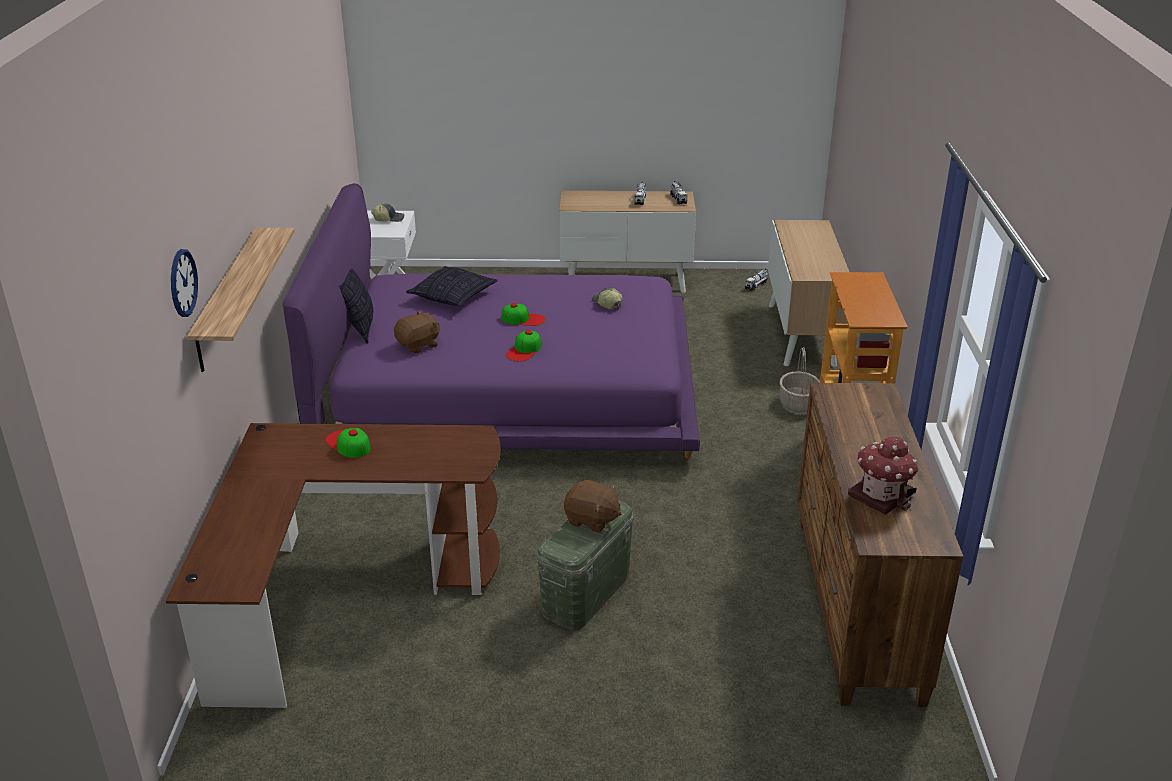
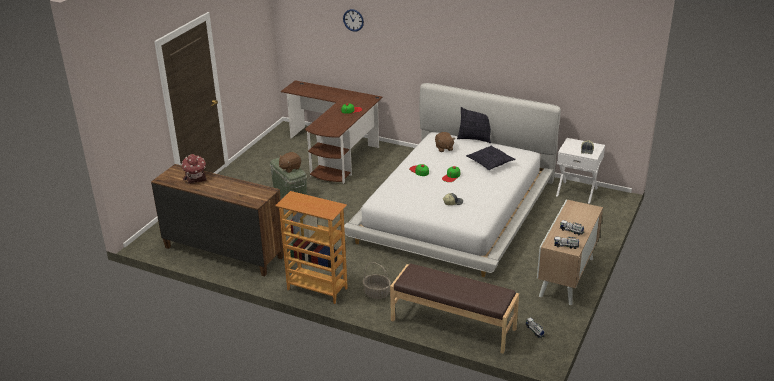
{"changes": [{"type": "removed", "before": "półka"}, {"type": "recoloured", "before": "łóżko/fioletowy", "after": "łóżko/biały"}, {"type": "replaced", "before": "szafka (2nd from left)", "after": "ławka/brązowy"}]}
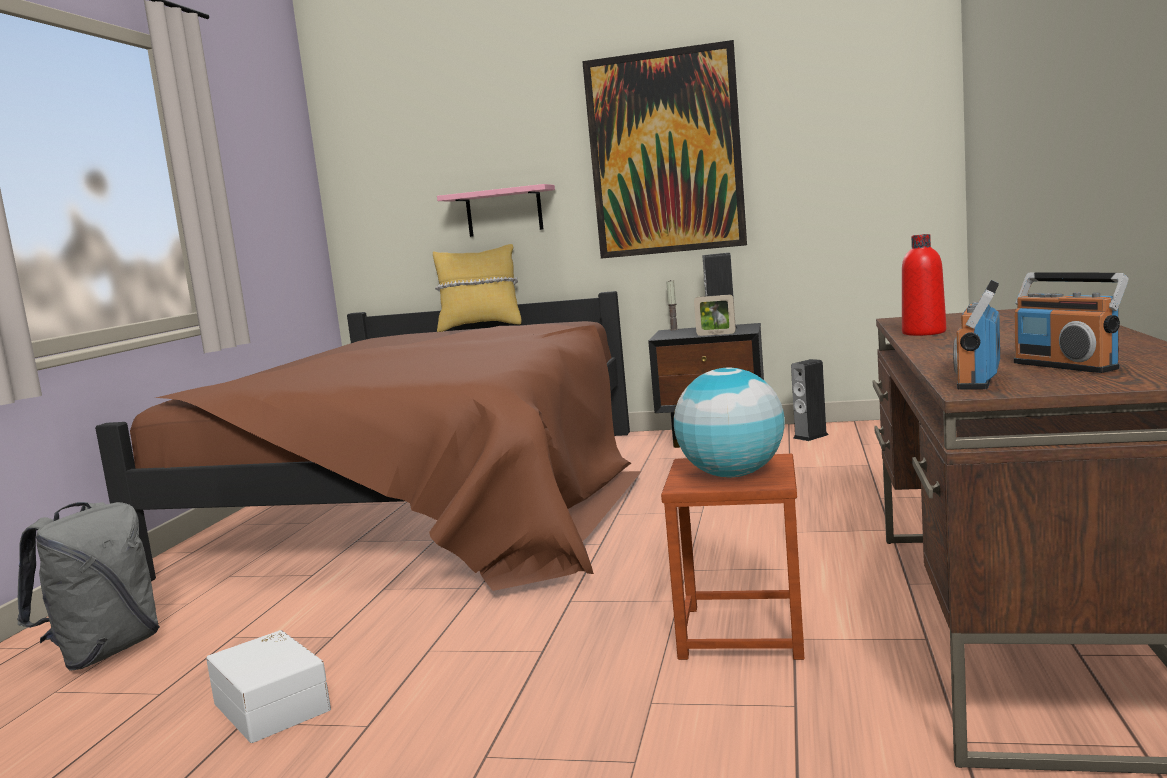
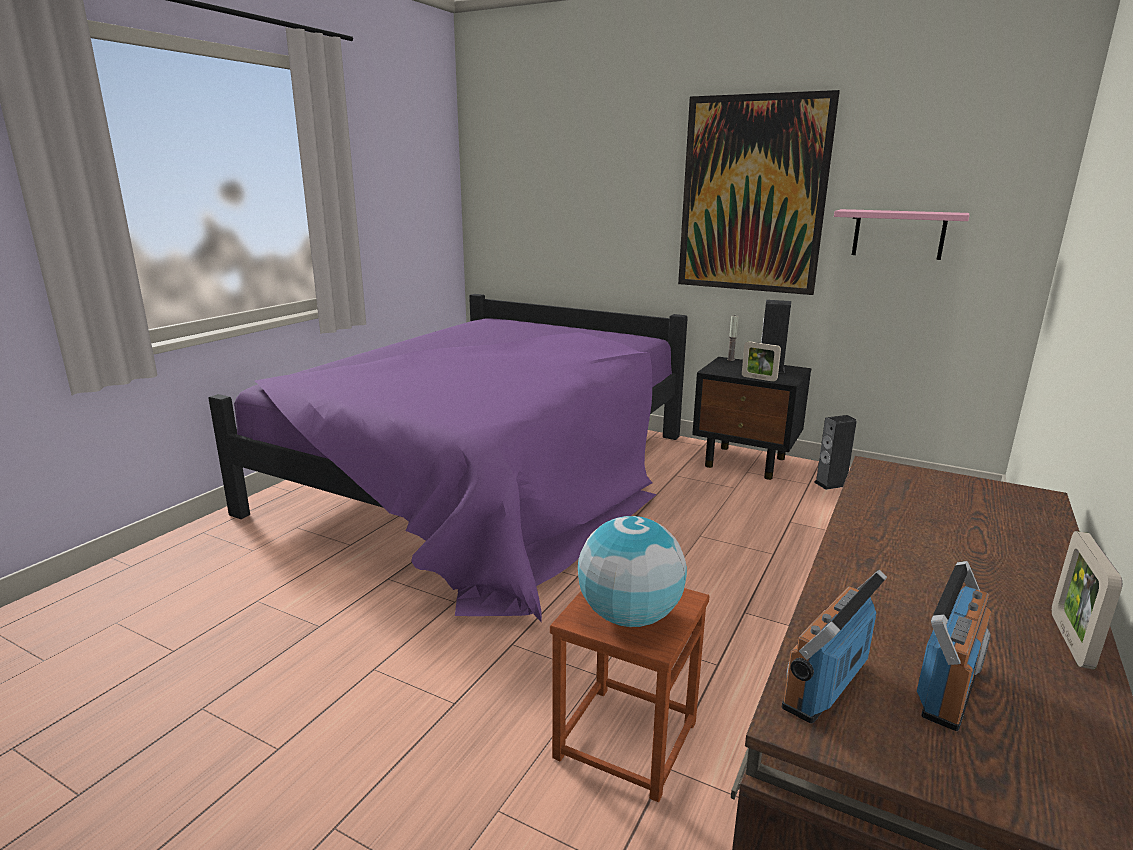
{"changes": [{"type": "removed", "before": "plecak/szary"}, {"type": "recoloured", "before": "łóżko/brązowy", "after": "łóżko/fioletowy"}, {"type": "removed", "before": "pojemnik do przechowywania/biały"}, {"type": "removed", "before": "poduszka/żółty"}, {"type": "moved", "before": "półka/różowy"}, {"type": "removed", "before": "butelka/czerwony"}, {"type": "turned", "before": "radio (2nd from left)", "turn": -135}, {"type": "added", "after": "ramka na zdjęcie (2nd from left)"}]}
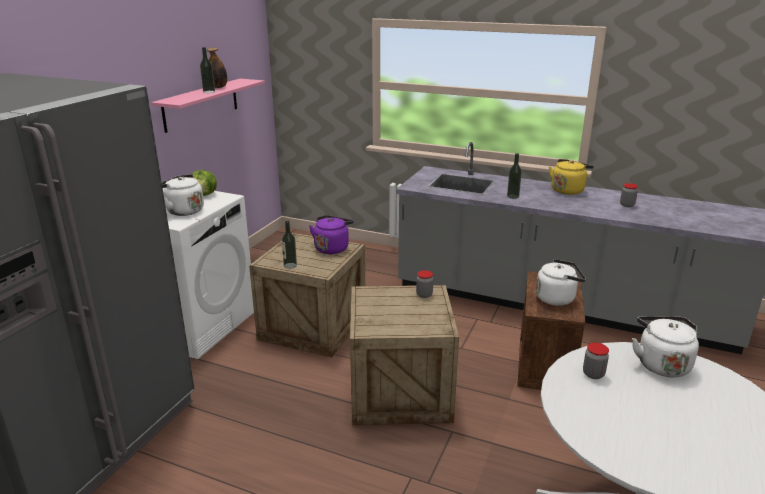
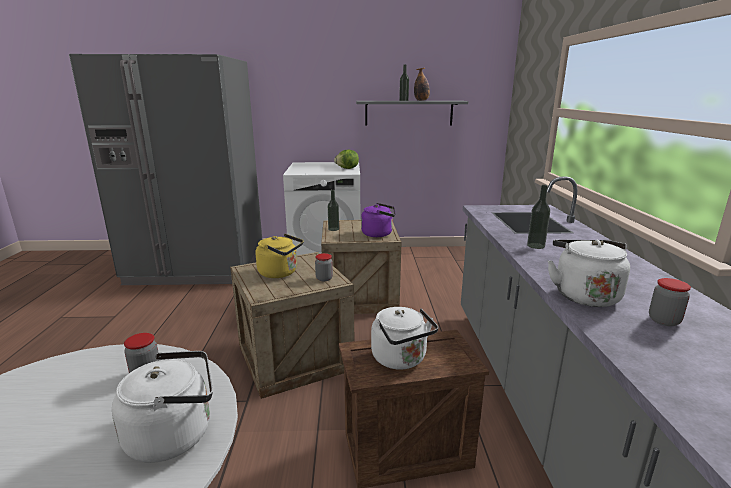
{"changes": [{"type": "recoloured", "before": "półka/różowy", "after": "półka/szary"}, {"type": "moved", "before": "czajnik/biały (1st from left in the first image)", "after": "czajnik/biały (3rd from left)"}, {"type": "moved", "before": "czajnik/żółty"}]}
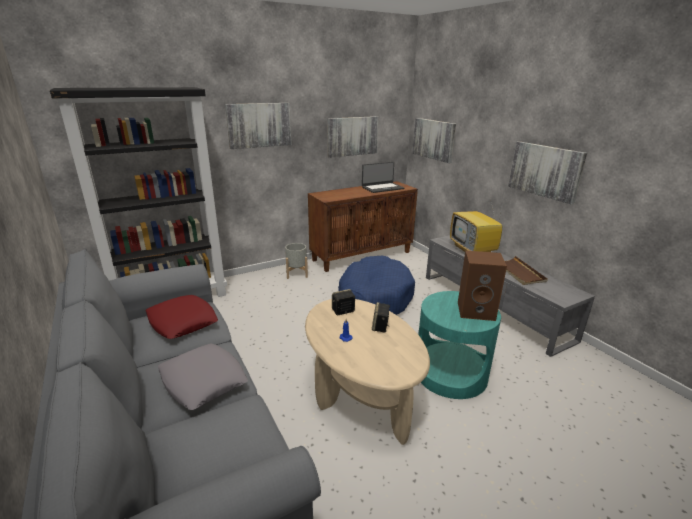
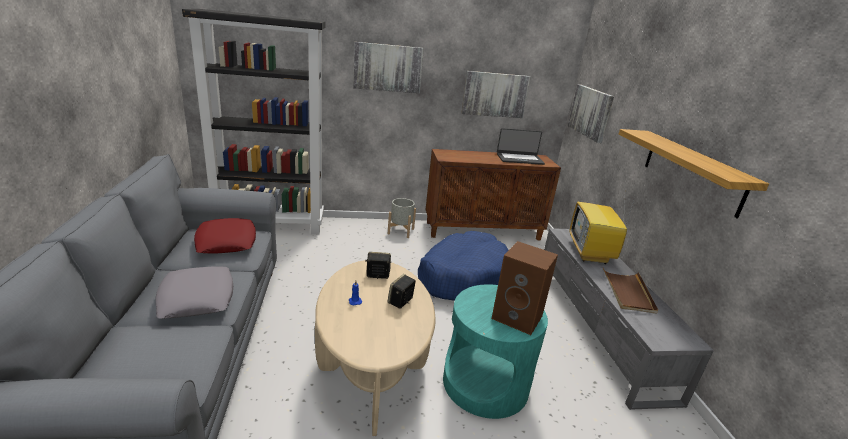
{"changes": [{"type": "replaced", "before": "obraz (4th from left)", "after": "półka"}]}
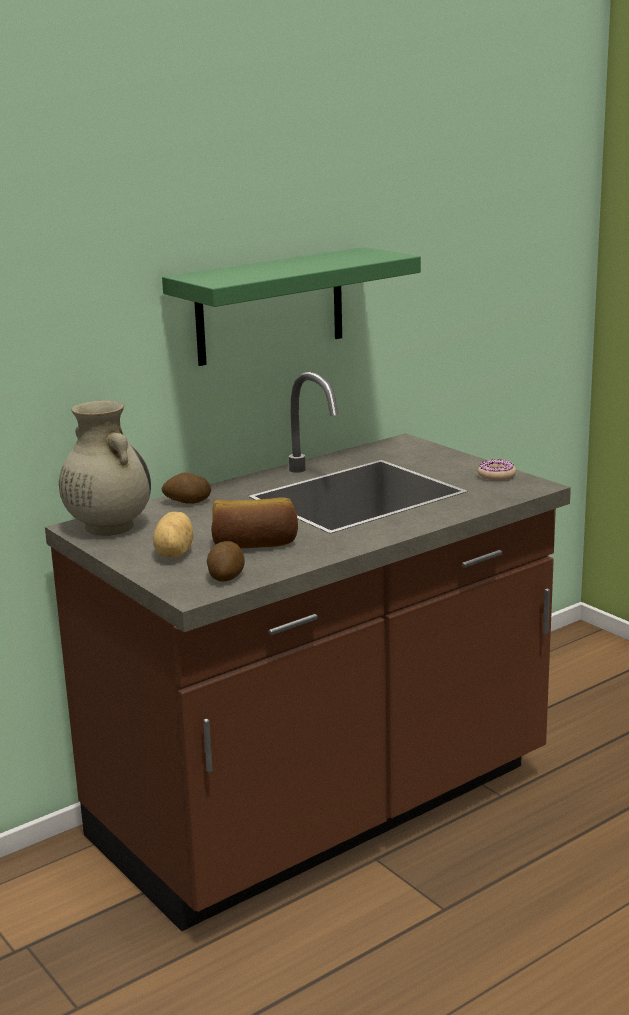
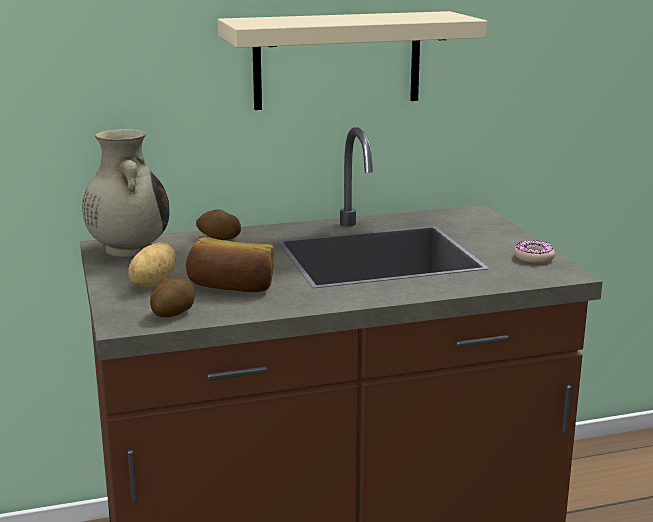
{"changes": [{"type": "recoloured", "before": "półka/zielony", "after": "półka/beżowy"}]}
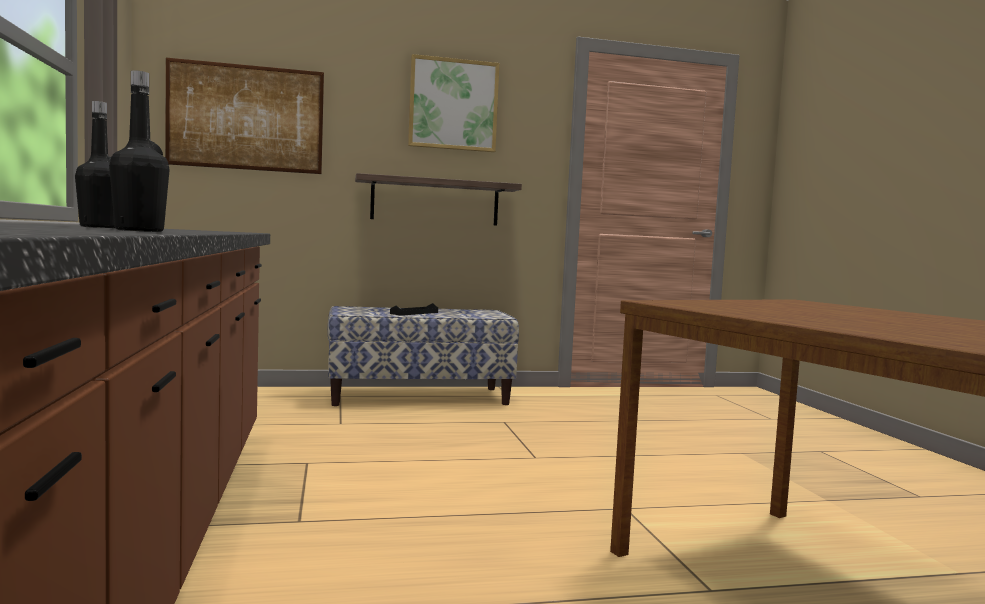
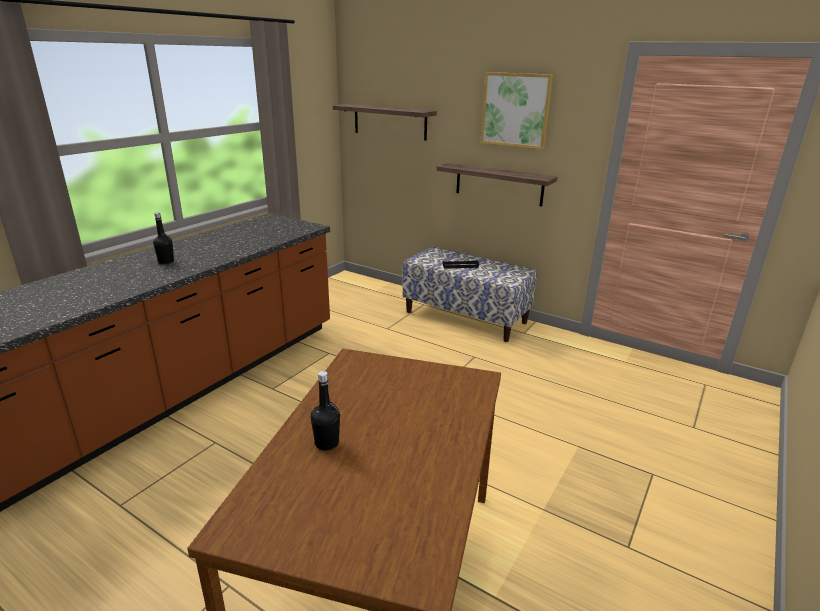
{"changes": [{"type": "moved", "before": "butelka/czarny (2nd from left)"}, {"type": "replaced", "before": "obraz (1st from left)", "after": "półka (1st from left)"}]}
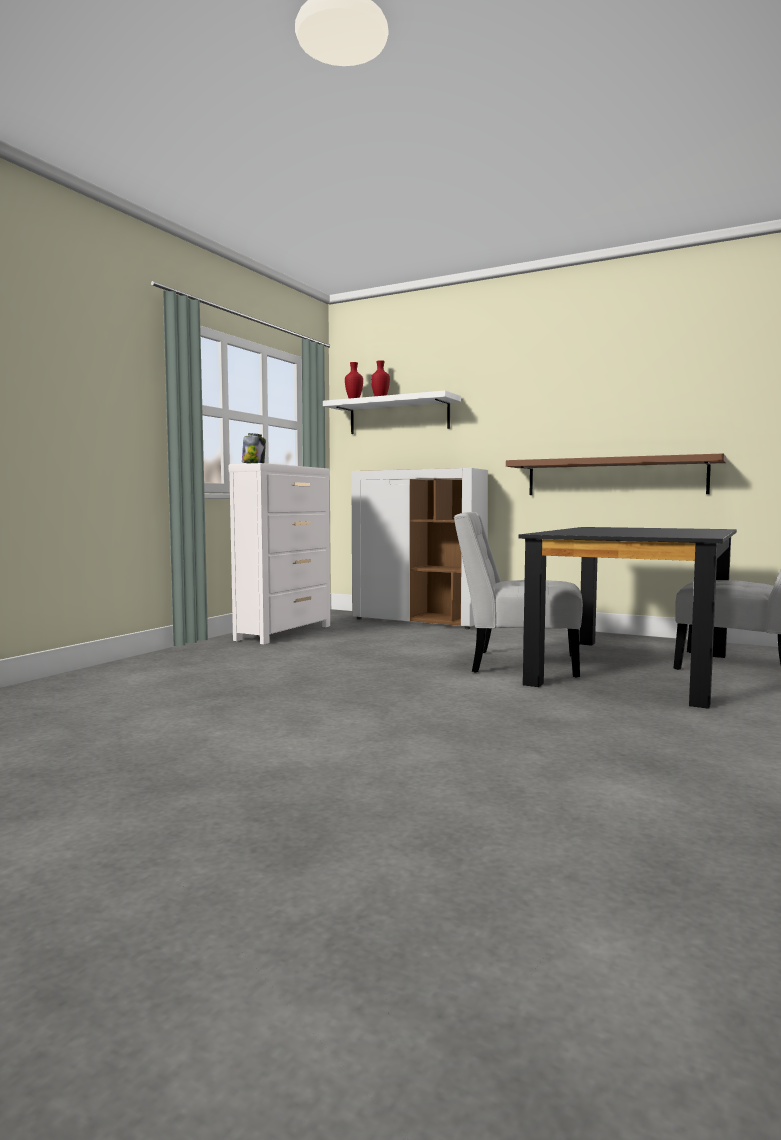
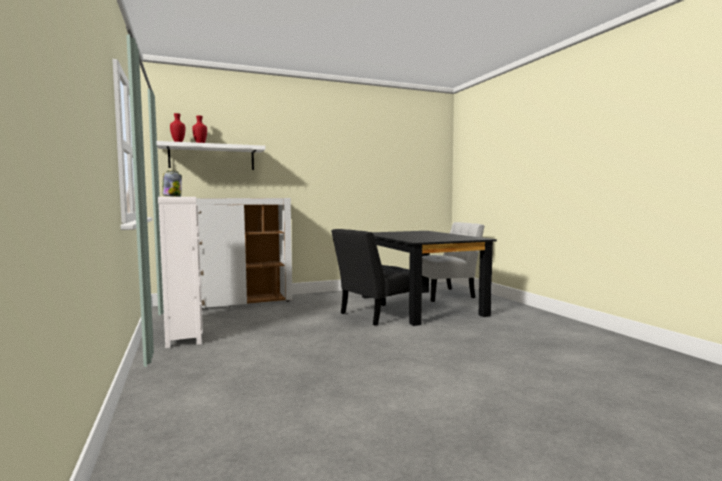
{"changes": [{"type": "recoloured", "before": "krzesło/biały (1st from left)", "after": "krzesło/czarny"}, {"type": "removed", "before": "półka/brązowy"}]}
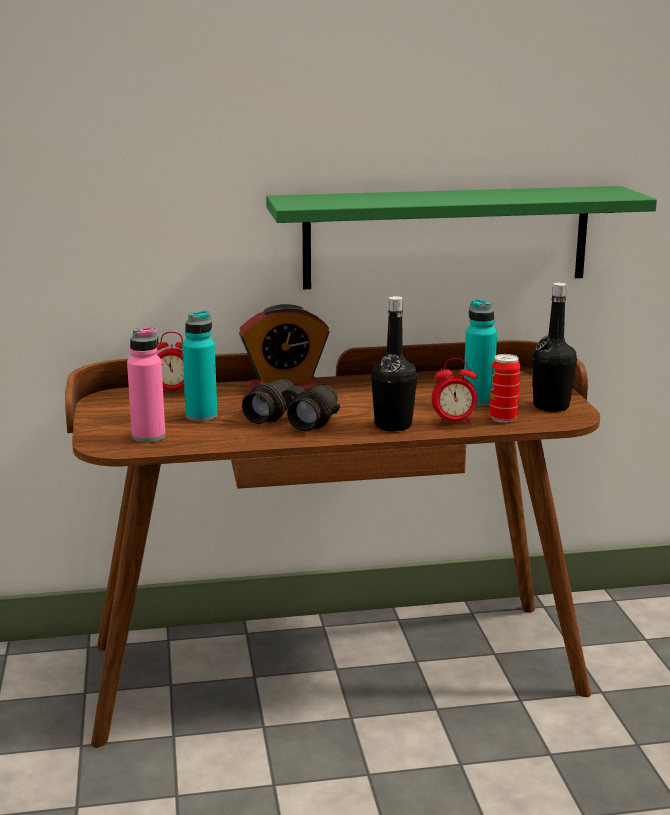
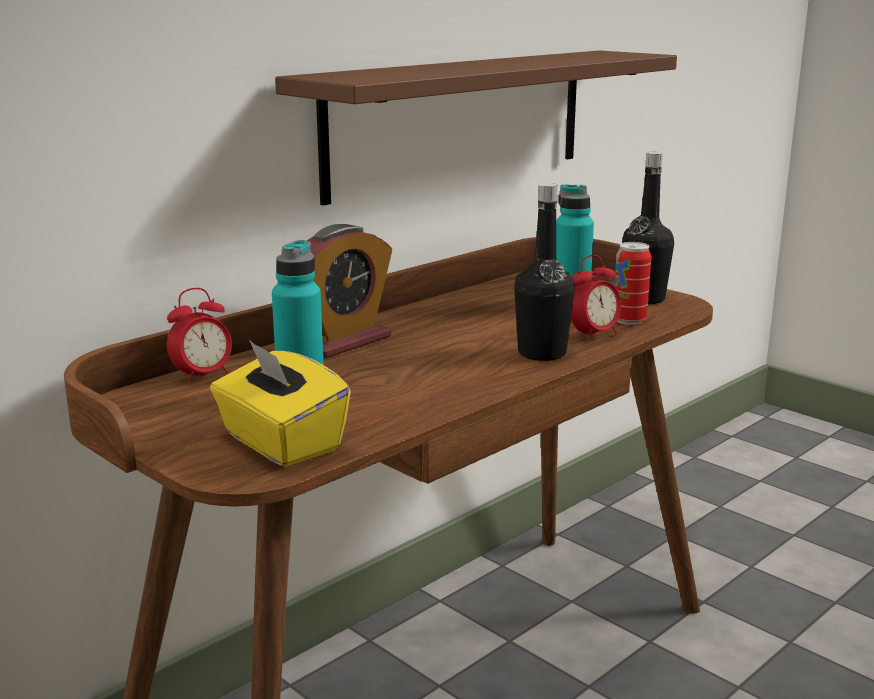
{"changes": [{"type": "replaced", "before": "butelka/różowy", "after": "pudełko chusteczek/żółty"}, {"type": "removed", "before": "lornetka/czarny"}, {"type": "recoloured", "before": "półka/zielony", "after": "półka/brązowy"}]}
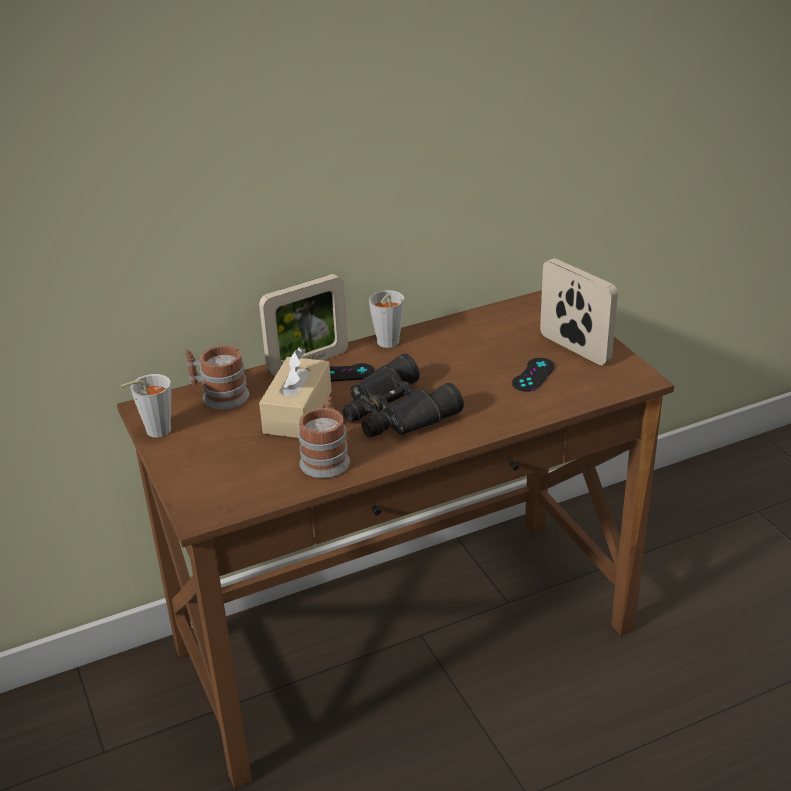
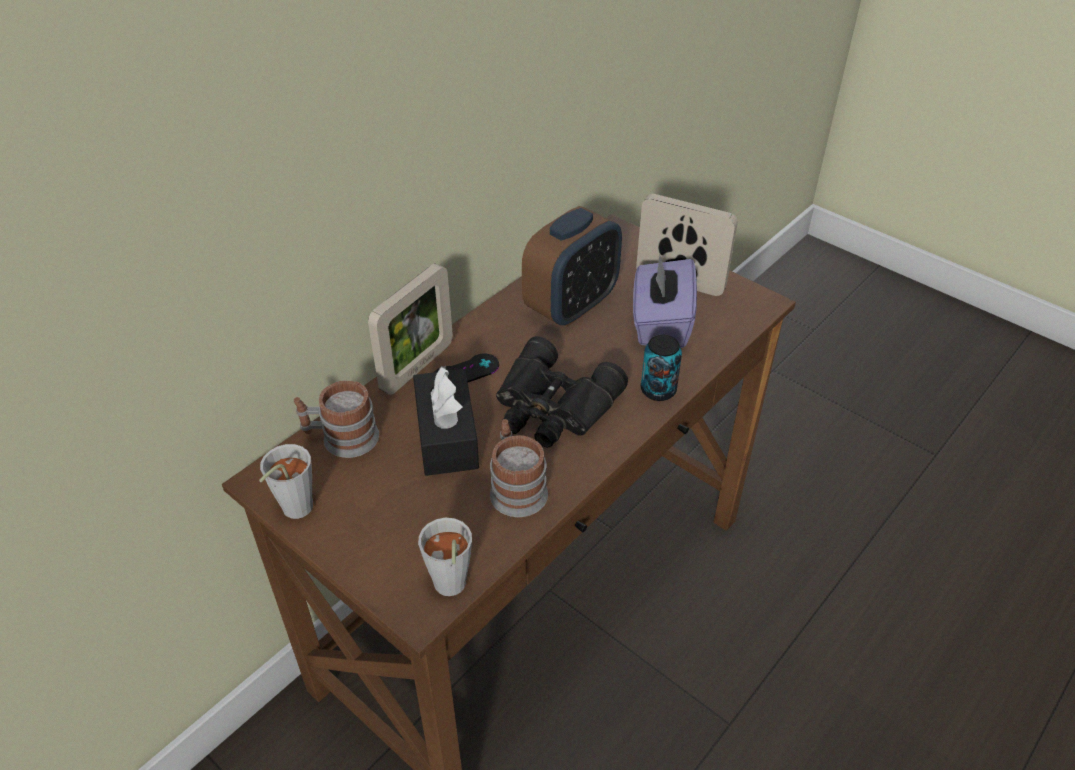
{"changes": [{"type": "recoloured", "before": "pudełko chusteczek/beżowy", "after": "pudełko chusteczek/czarny"}, {"type": "moved", "before": "filiżanka/szary (2nd from left)"}, {"type": "replaced", "before": "pad do gier/czarny (2nd from left)", "after": "pudełko chusteczek/fioletowy"}, {"type": "added", "after": "budzik"}, {"type": "added", "after": "puszka"}]}
